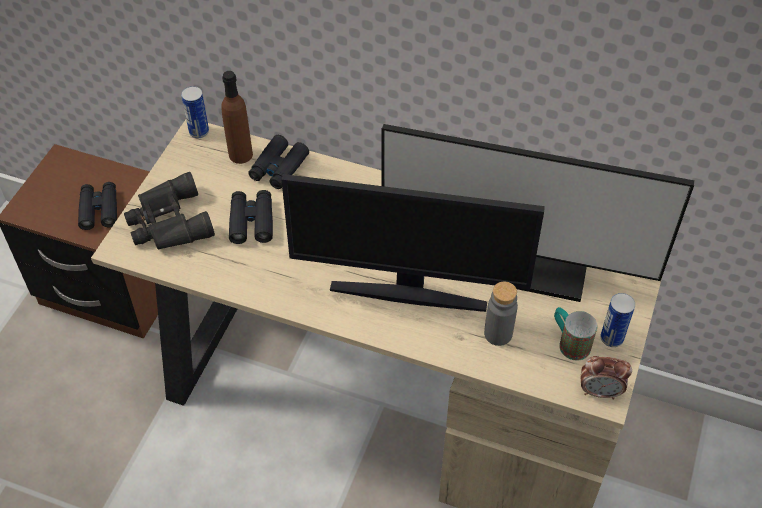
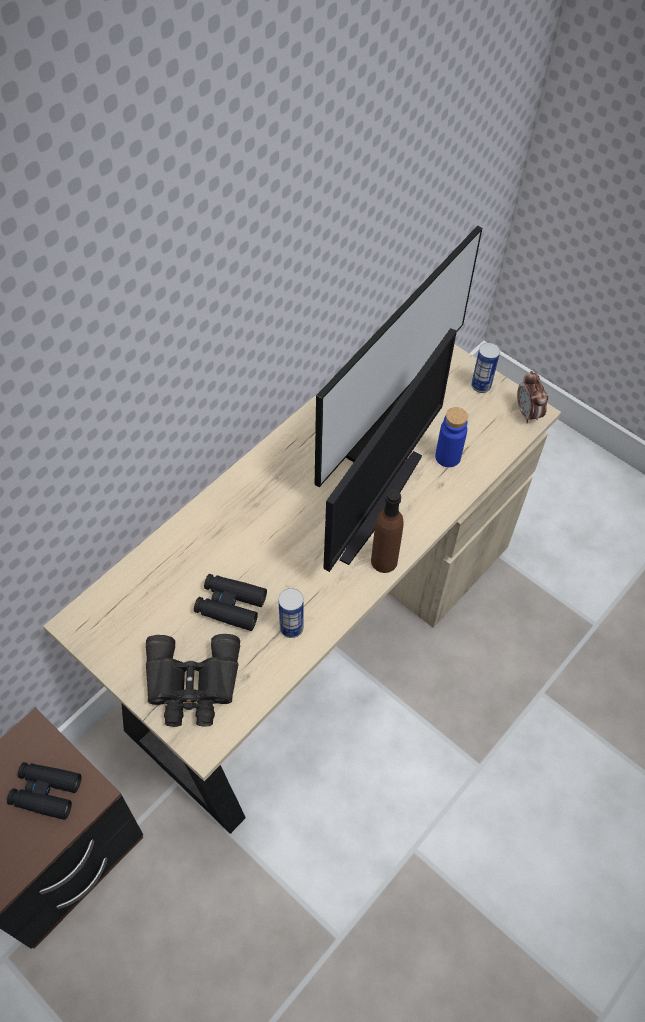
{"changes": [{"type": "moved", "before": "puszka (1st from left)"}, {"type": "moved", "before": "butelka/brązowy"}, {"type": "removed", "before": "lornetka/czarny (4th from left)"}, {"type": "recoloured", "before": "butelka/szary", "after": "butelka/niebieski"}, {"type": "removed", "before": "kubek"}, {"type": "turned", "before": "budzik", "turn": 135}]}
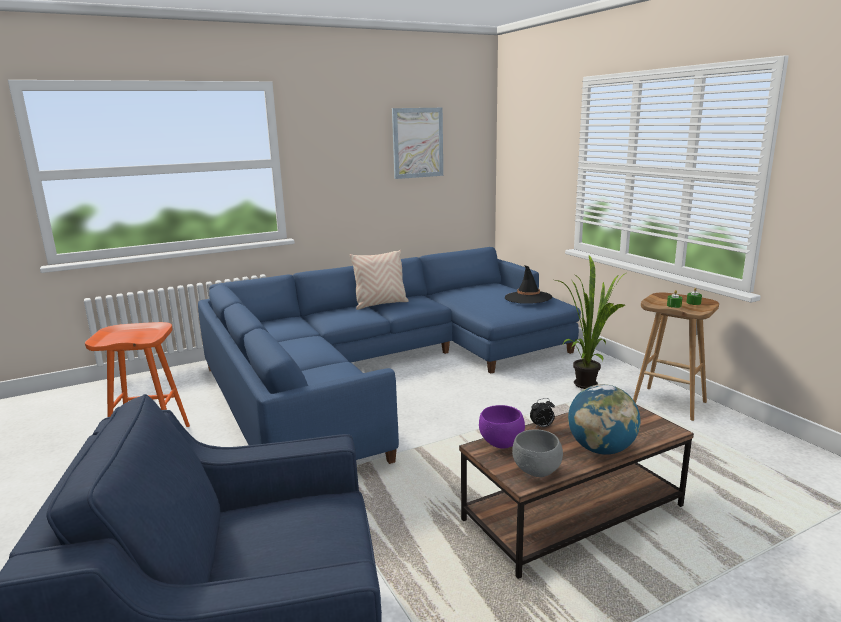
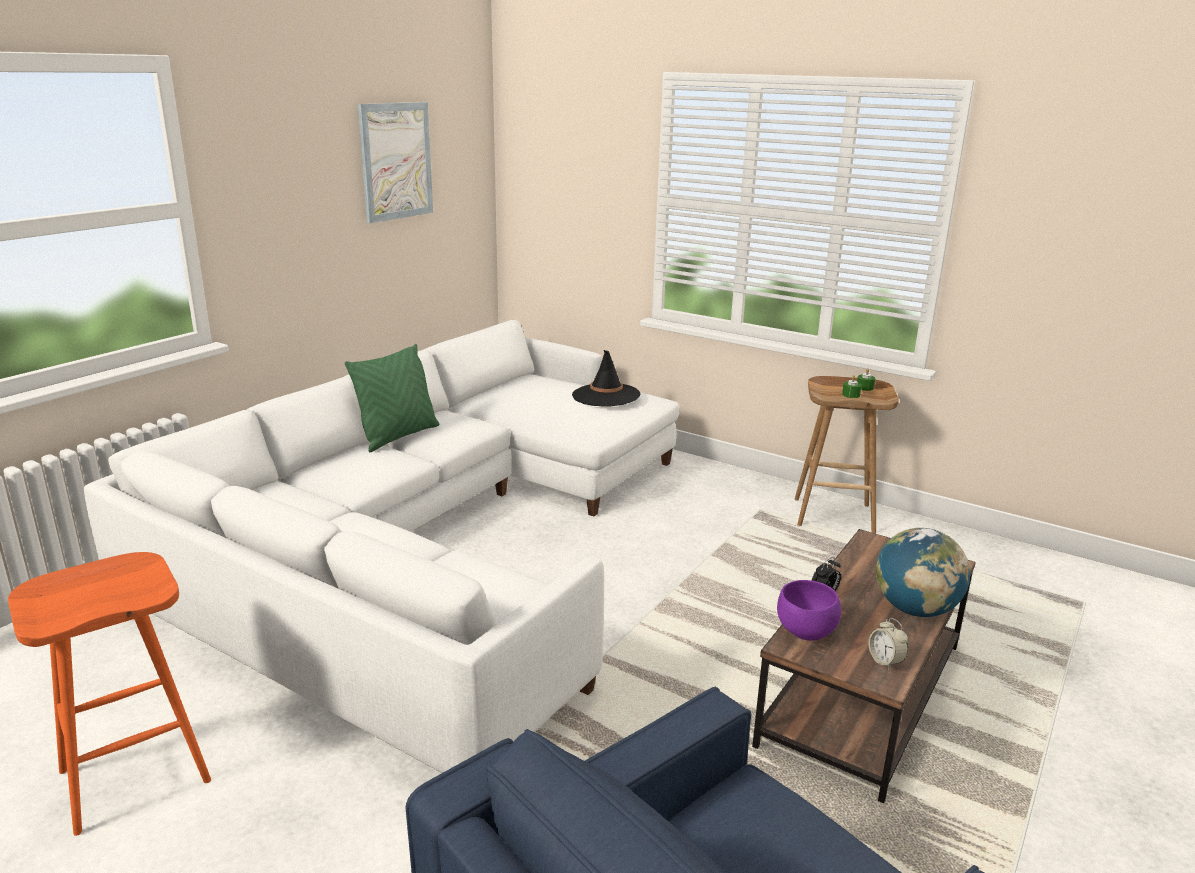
{"changes": [{"type": "recoloured", "before": "kanapa/niebieski", "after": "kanapa/biały"}, {"type": "recoloured", "before": "poduszka/beżowy", "after": "poduszka/zielony"}, {"type": "replaced", "before": "miska/szary", "after": "budzik (2nd from left)"}, {"type": "removed", "before": "roślina doniczkowa"}]}
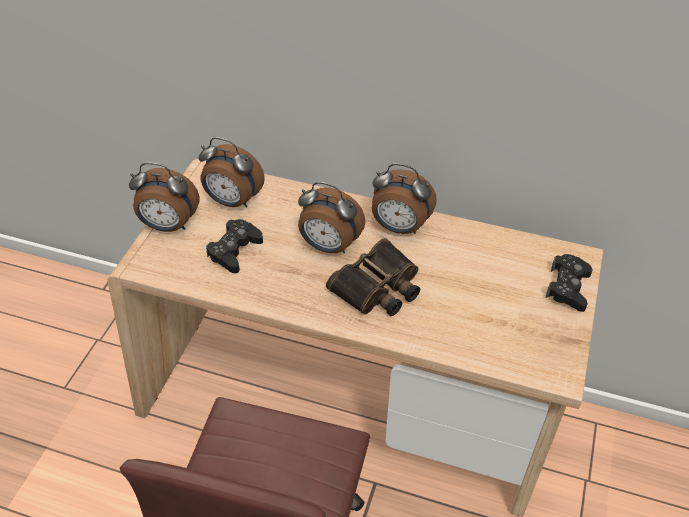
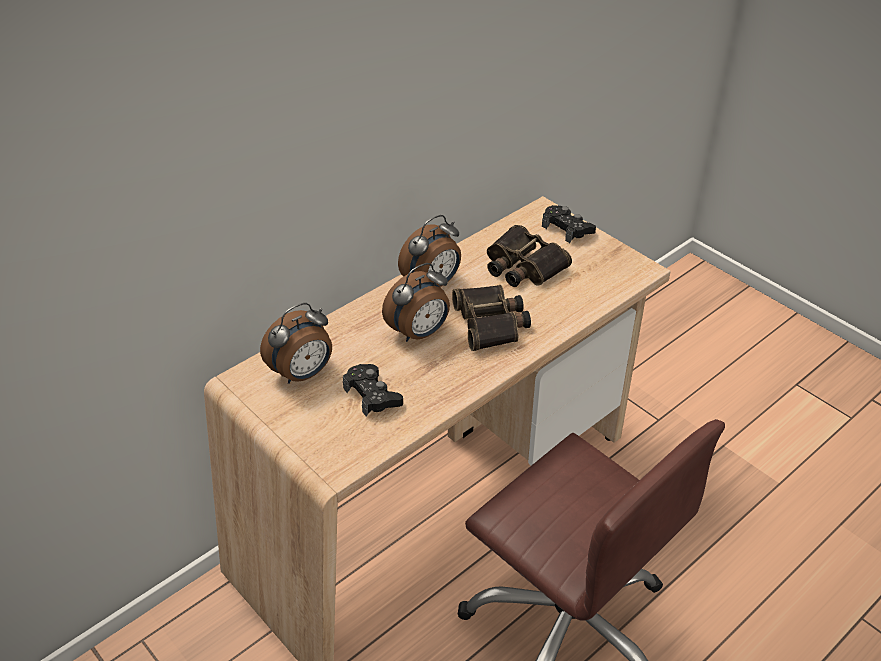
{"changes": [{"type": "removed", "before": "budzik (1st from left)"}, {"type": "added", "after": "lornetka (2nd from left)"}]}
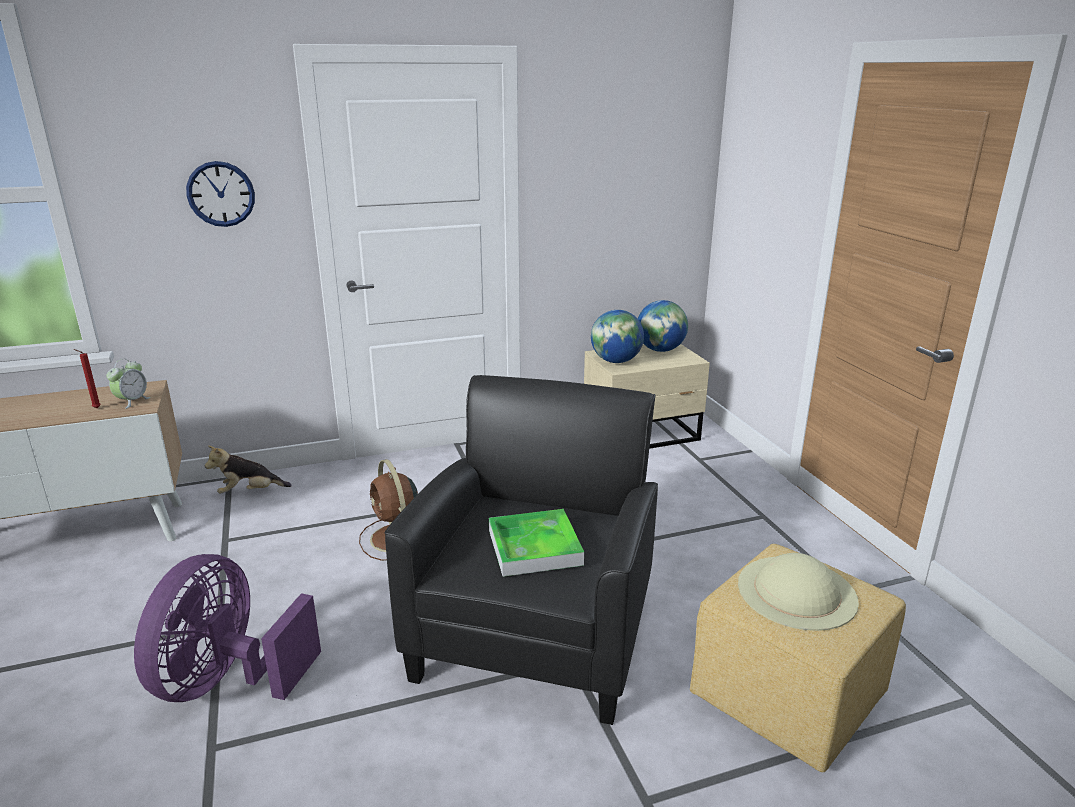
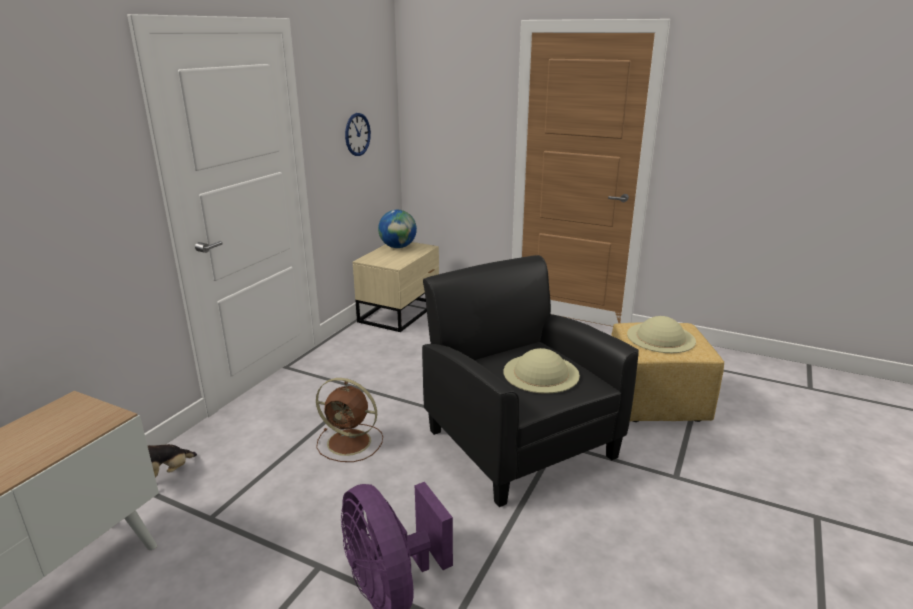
{"changes": [{"type": "removed", "before": "świeca/czerwony"}, {"type": "removed", "before": "budzik"}, {"type": "moved", "before": "zegar ścienny"}, {"type": "replaced", "before": "taca", "after": "kapelusz/beżowy (1st from left)"}, {"type": "removed", "before": "globus (1st from left)"}]}
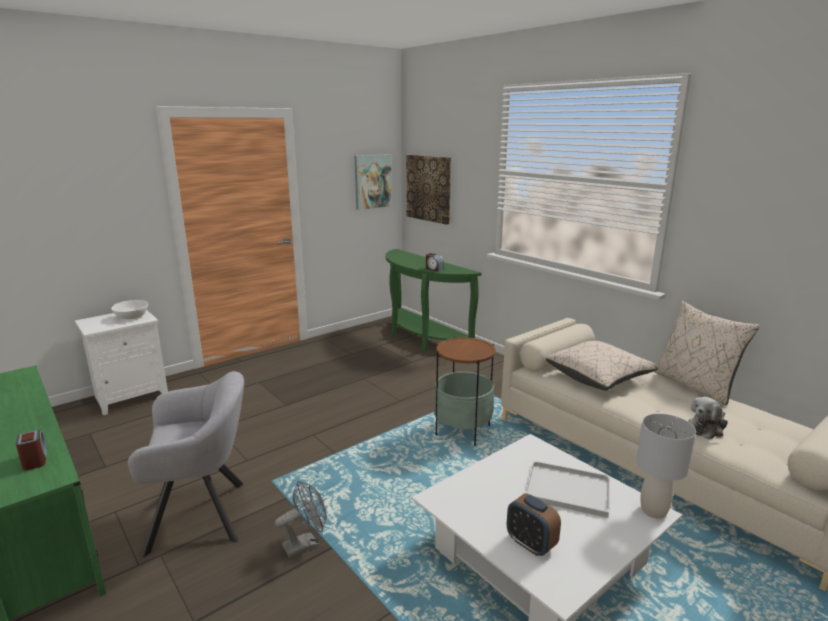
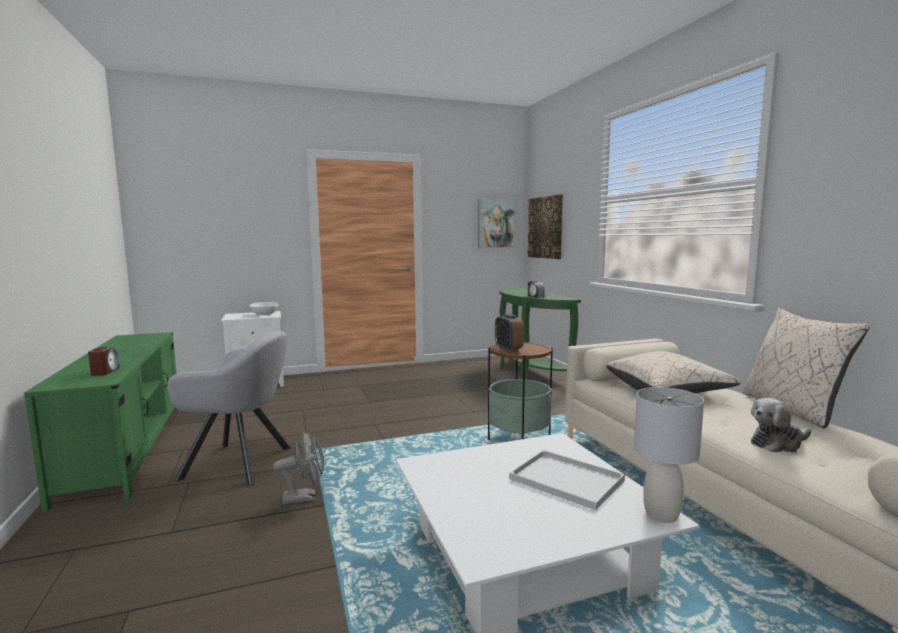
{"changes": [{"type": "moved", "before": "budzik (3rd from left in the first image)", "after": "budzik (2nd from left)"}]}
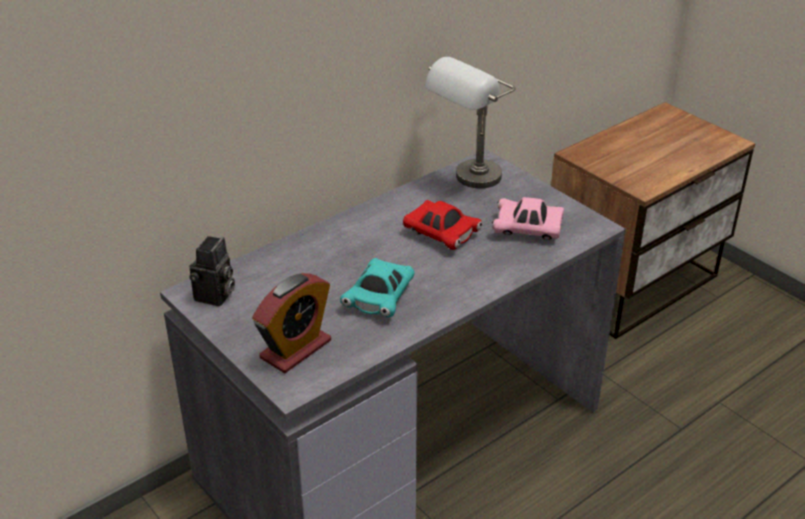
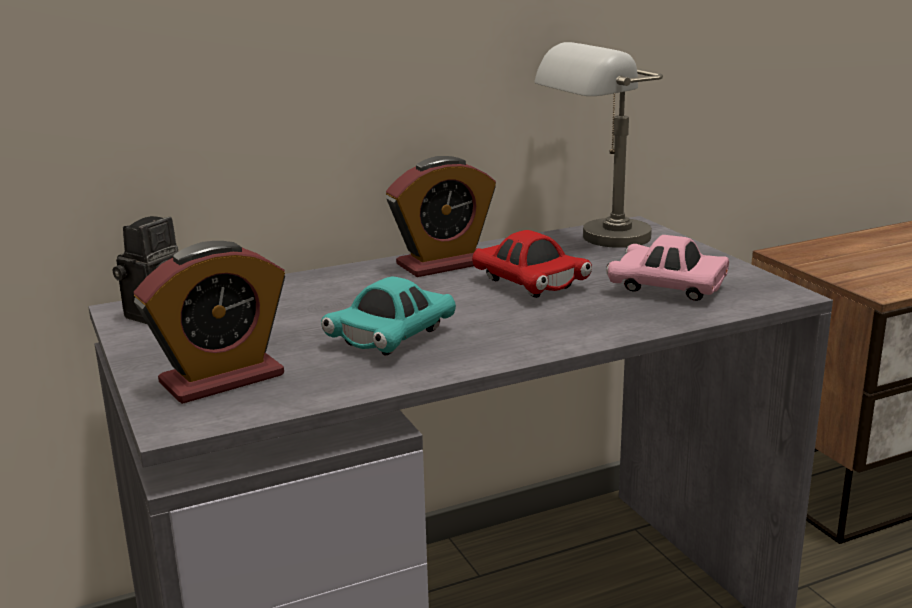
{"changes": [{"type": "added", "after": "budzik (2nd from left)"}]}
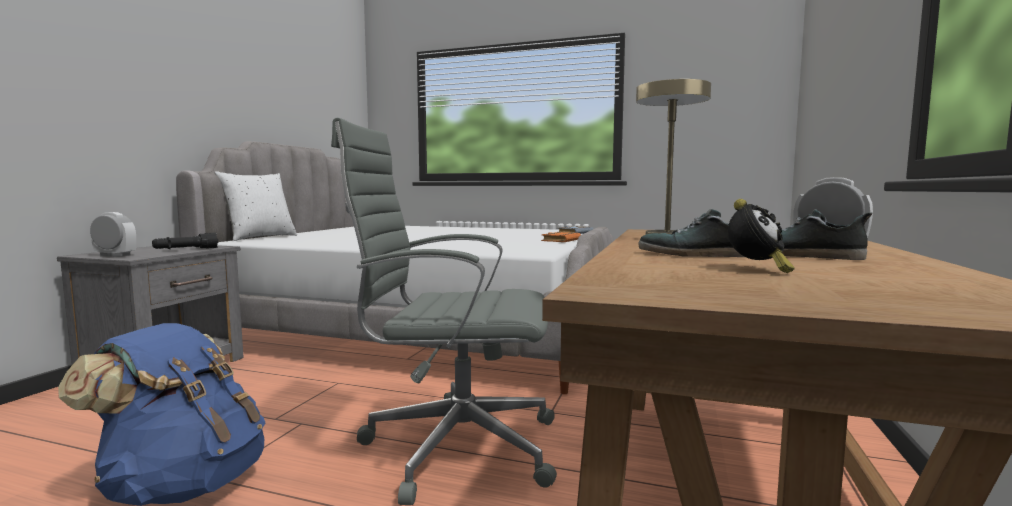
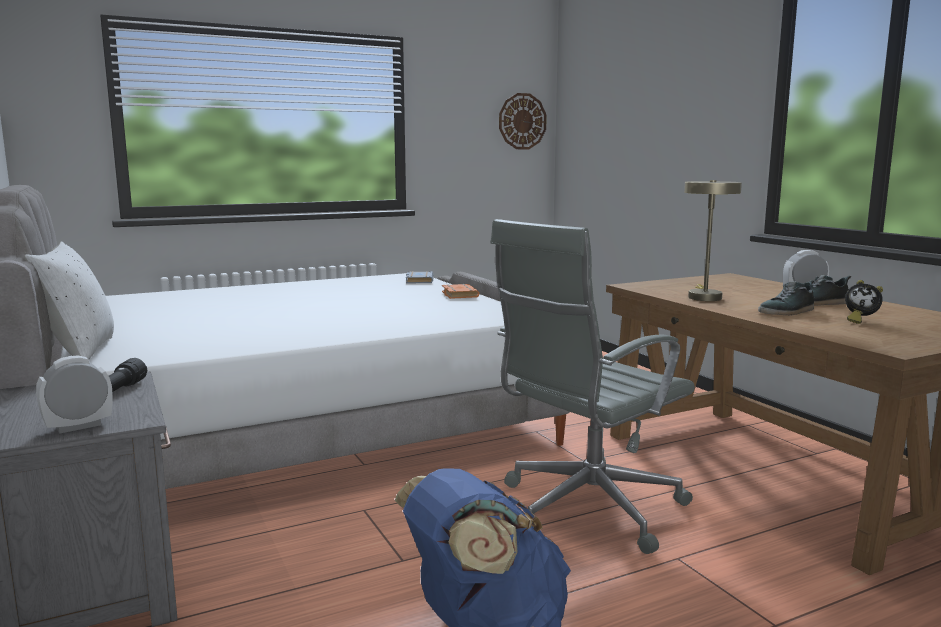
{"changes": [{"type": "turned", "before": "budzik (2nd from left in the first image)", "turn": 120}, {"type": "added", "after": "zegar ścienny"}]}
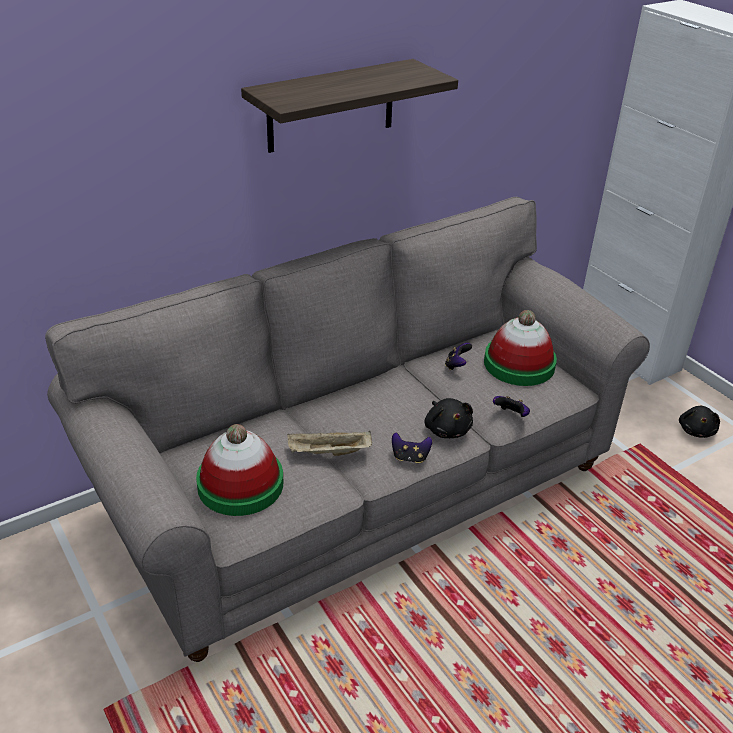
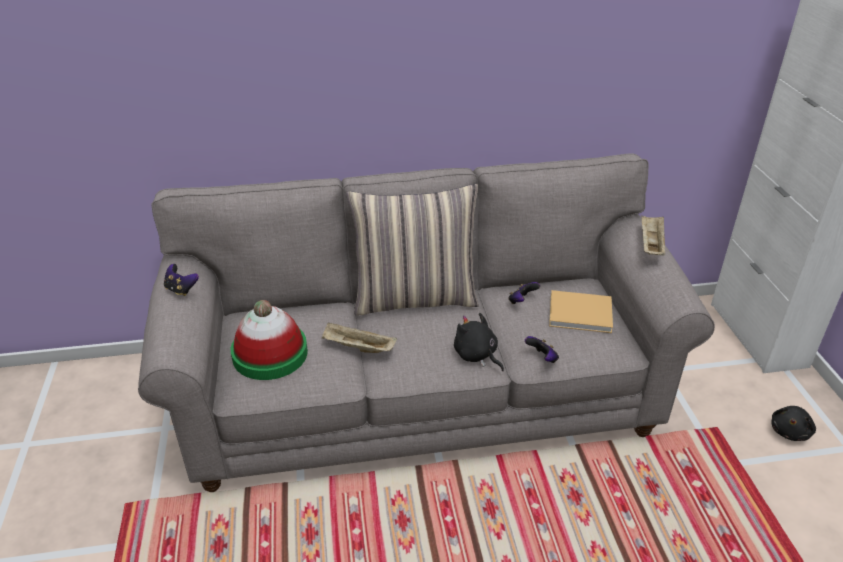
{"changes": [{"type": "removed", "before": "półka"}, {"type": "moved", "before": "pad do gier (1st from left)"}, {"type": "turned", "before": "pluszak/czarny (1st from left)", "turn": 135}, {"type": "replaced", "before": "kapelusz (2nd from left)", "after": "książka/beżowy"}, {"type": "added", "after": "poduszka"}, {"type": "added", "after": "taca/beżowy (2nd from left)"}]}
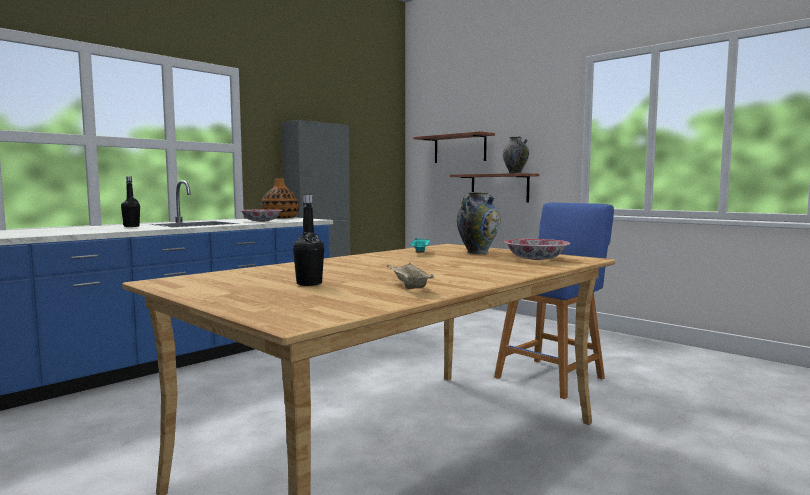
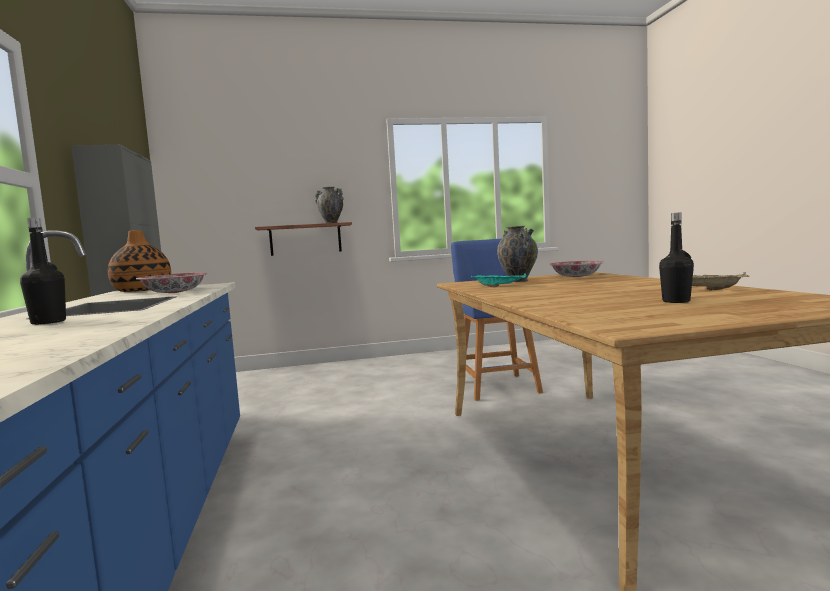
{"changes": [{"type": "removed", "before": "półka (1st from left)"}]}
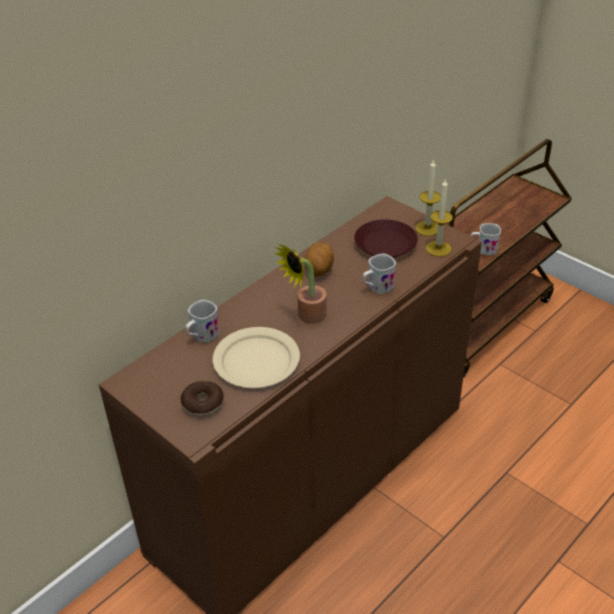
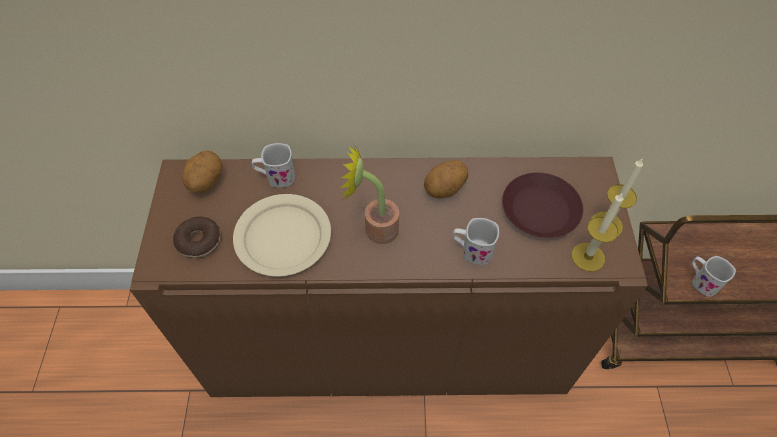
{"changes": [{"type": "added", "after": "ziemniak (1st from left)"}]}
